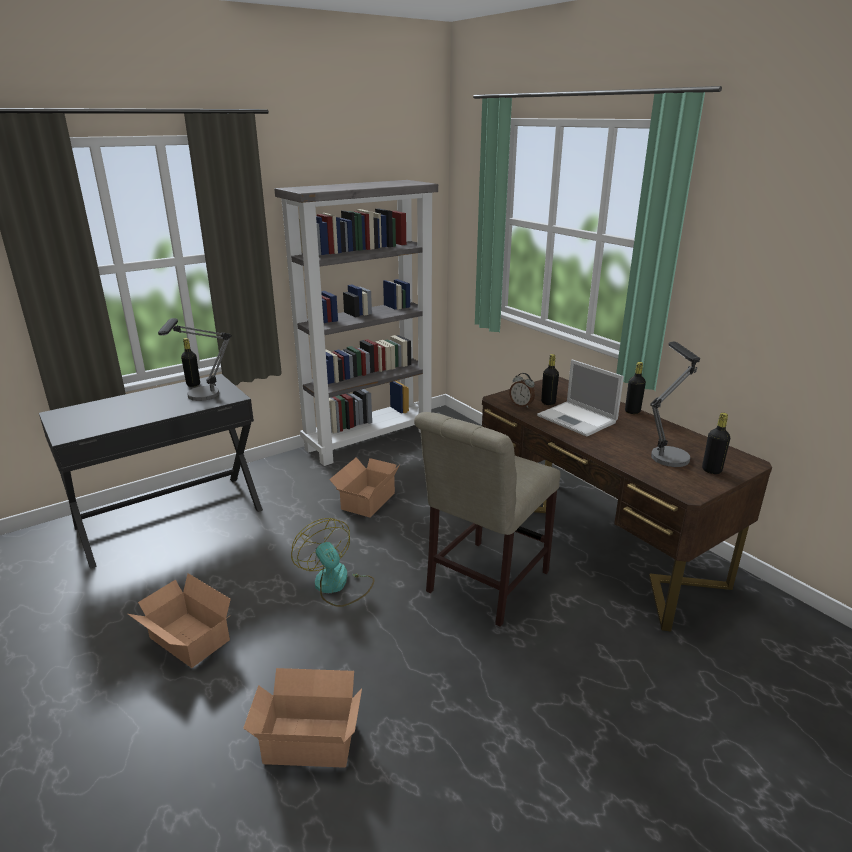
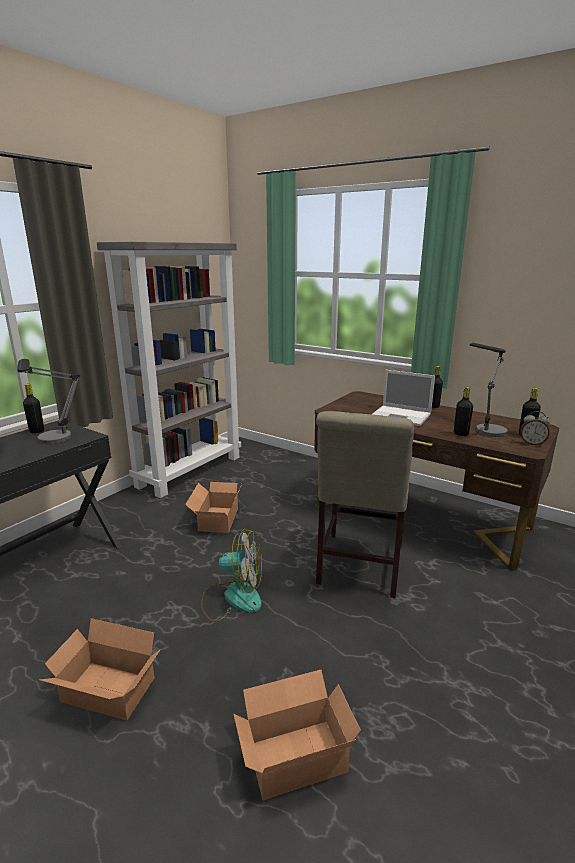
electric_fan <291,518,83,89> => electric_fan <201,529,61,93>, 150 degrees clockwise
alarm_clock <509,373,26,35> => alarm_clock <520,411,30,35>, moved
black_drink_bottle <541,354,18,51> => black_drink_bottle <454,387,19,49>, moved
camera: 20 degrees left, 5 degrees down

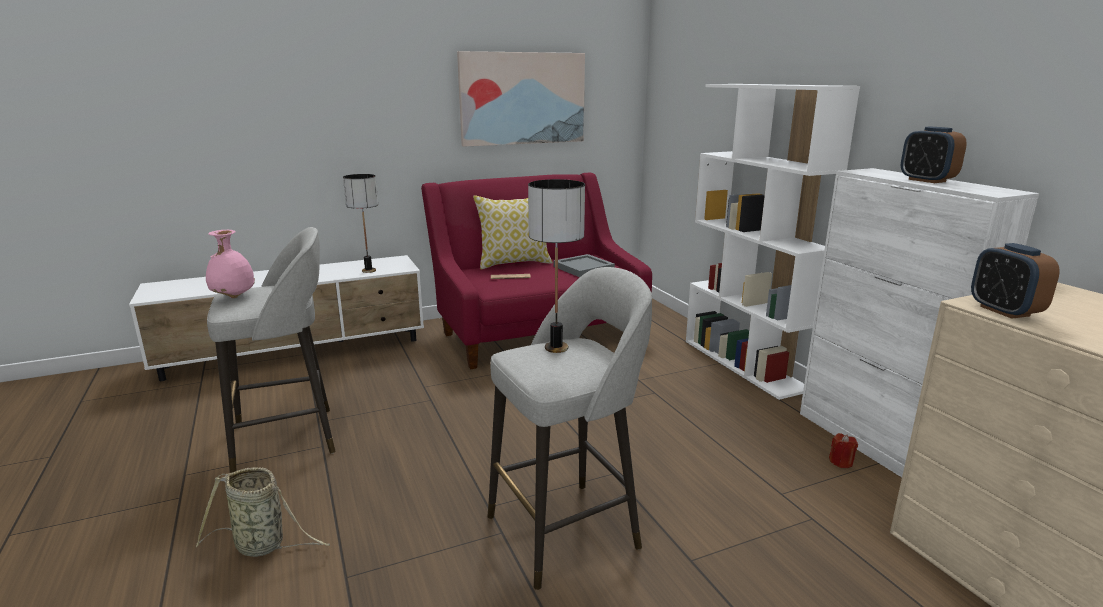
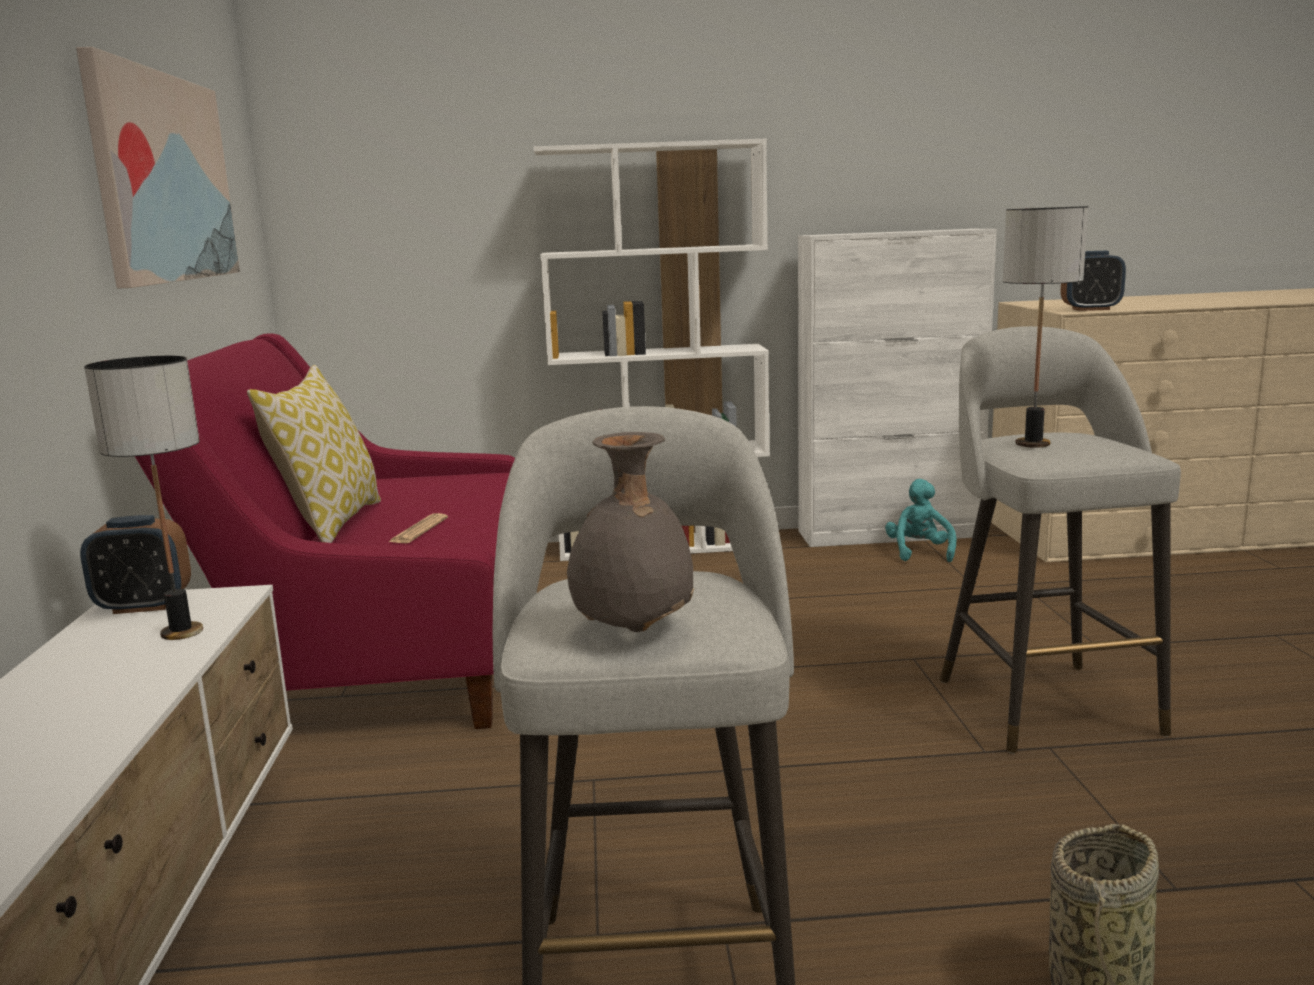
pink-coloured_decorative_vase <206,230,49,68> => grey_decorative_vase <567,432,127,200>
grey_carrying_tray <553,254,62,23> => nothing
red_candle <829,433,29,35> => turquoise_soft_toy <885,479,71,83>
alarm_clock <901,127,66,56> => alarm_clock <80,515,111,99>, moved
camera: 70 degrees left, 5 degrees down

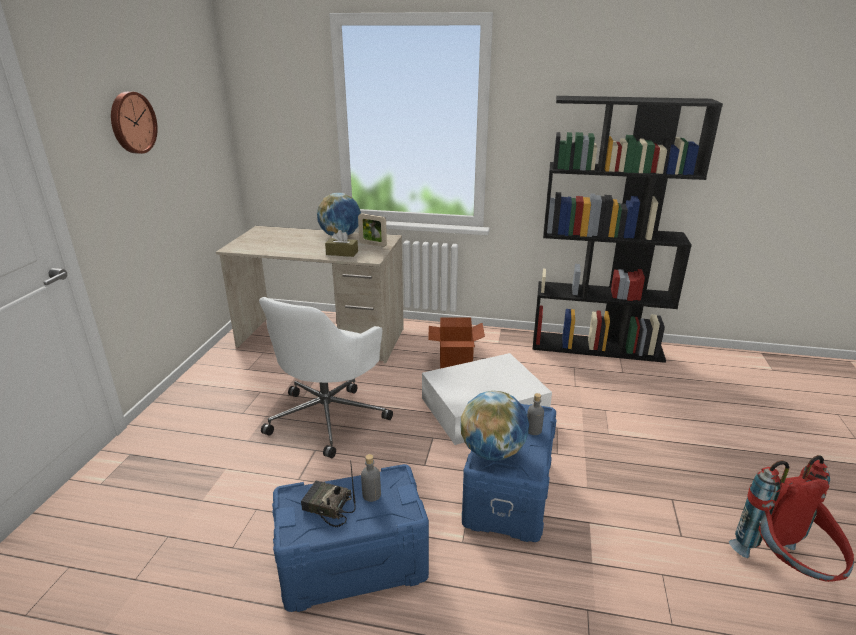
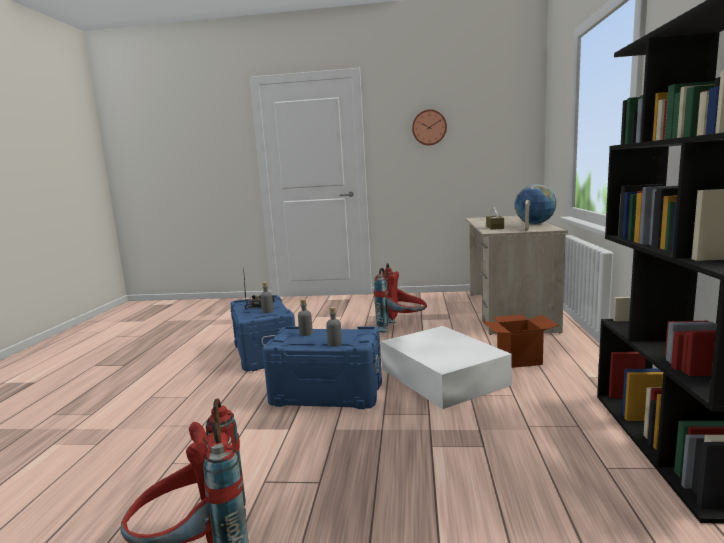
whitish_office_chair <259,297,134,161> => red_knapsack <374,263,53,70>
world_globe <461,391,68,70> => grey_drink_bottle <298,299,15,37>
camera: 85 degrees right, 15 degrees down

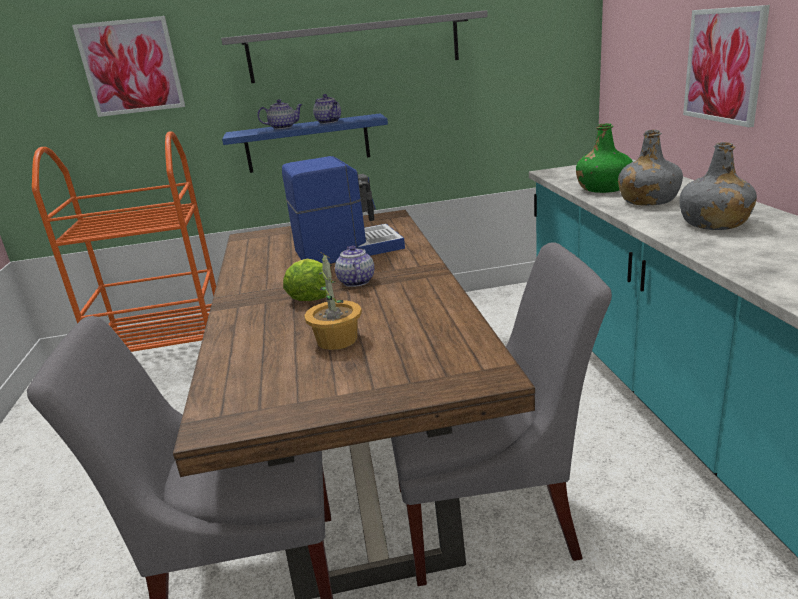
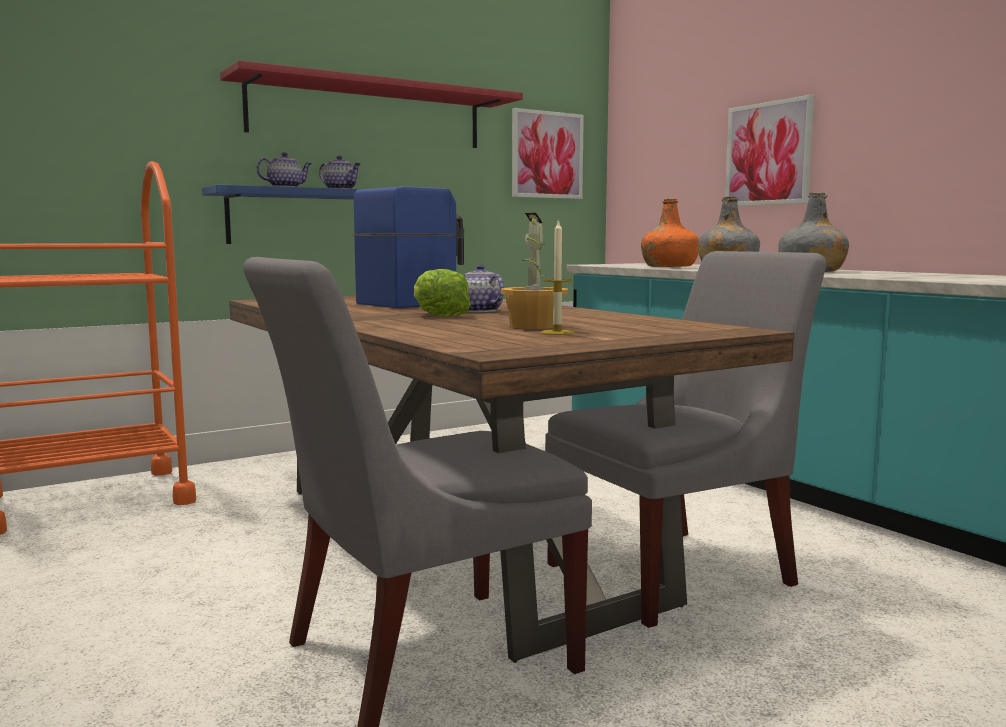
wall_art <72,16,113,101> => wall_art <512,108,72,91>, moved
grey_bracket_shelf <221,10,267,73> => red_bracket_shelf <220,60,303,88>
greenish_drink_bottle <576,123,57,70> => orange-coloured_drink_bottle <641,199,58,68>
nothing => candle <540,219,34,116>
camera: 25 degrees left, 15 degrees down

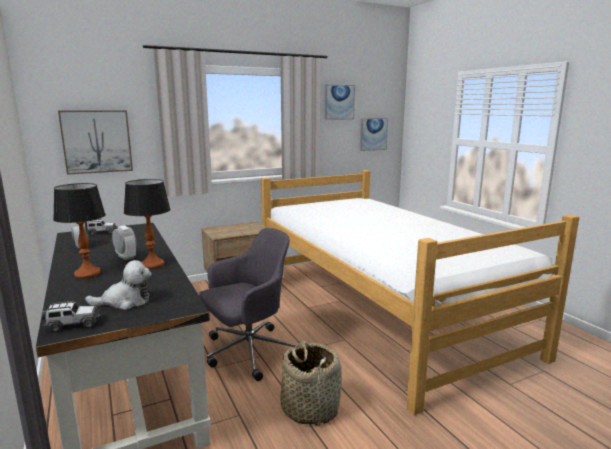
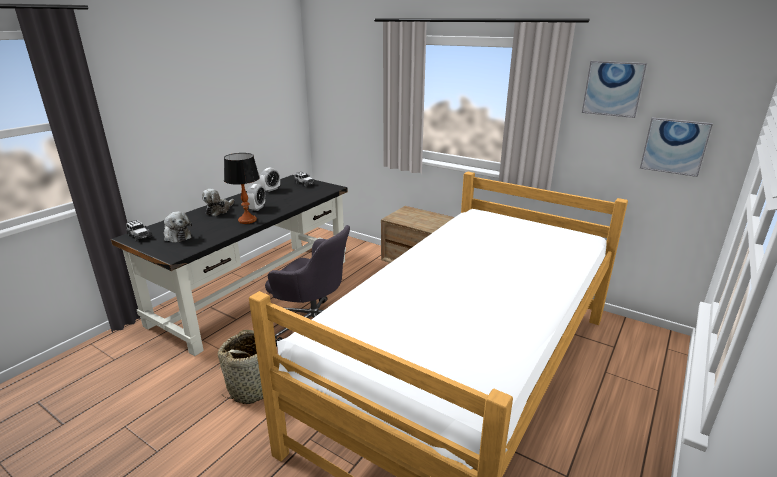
lamp_for_a_table <53,183,53,95> => soft_toy <202,189,32,27>
wall_art <58,110,75,65> => nothing
camera: 60 degrees right, 10 degrees up

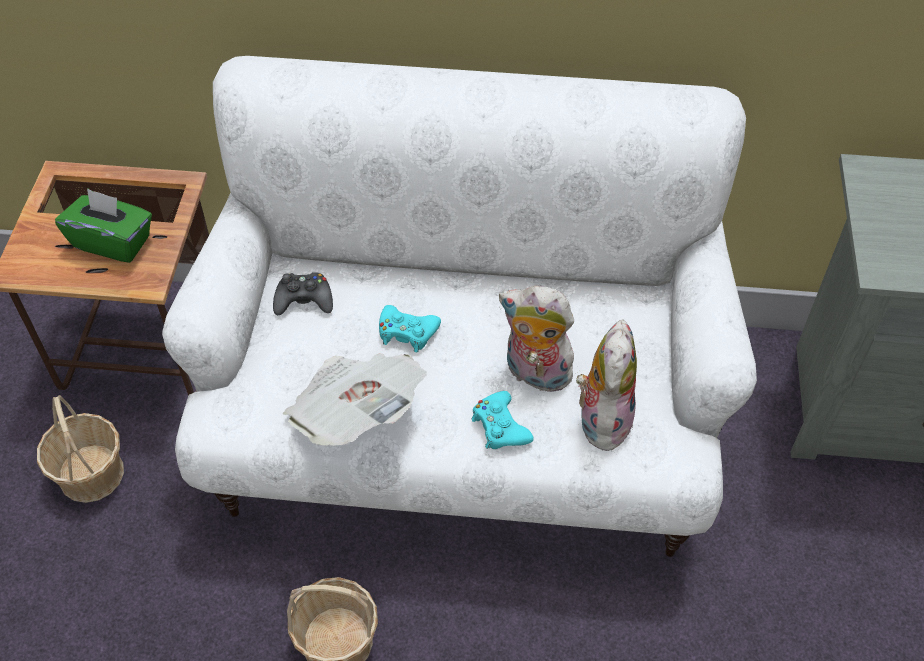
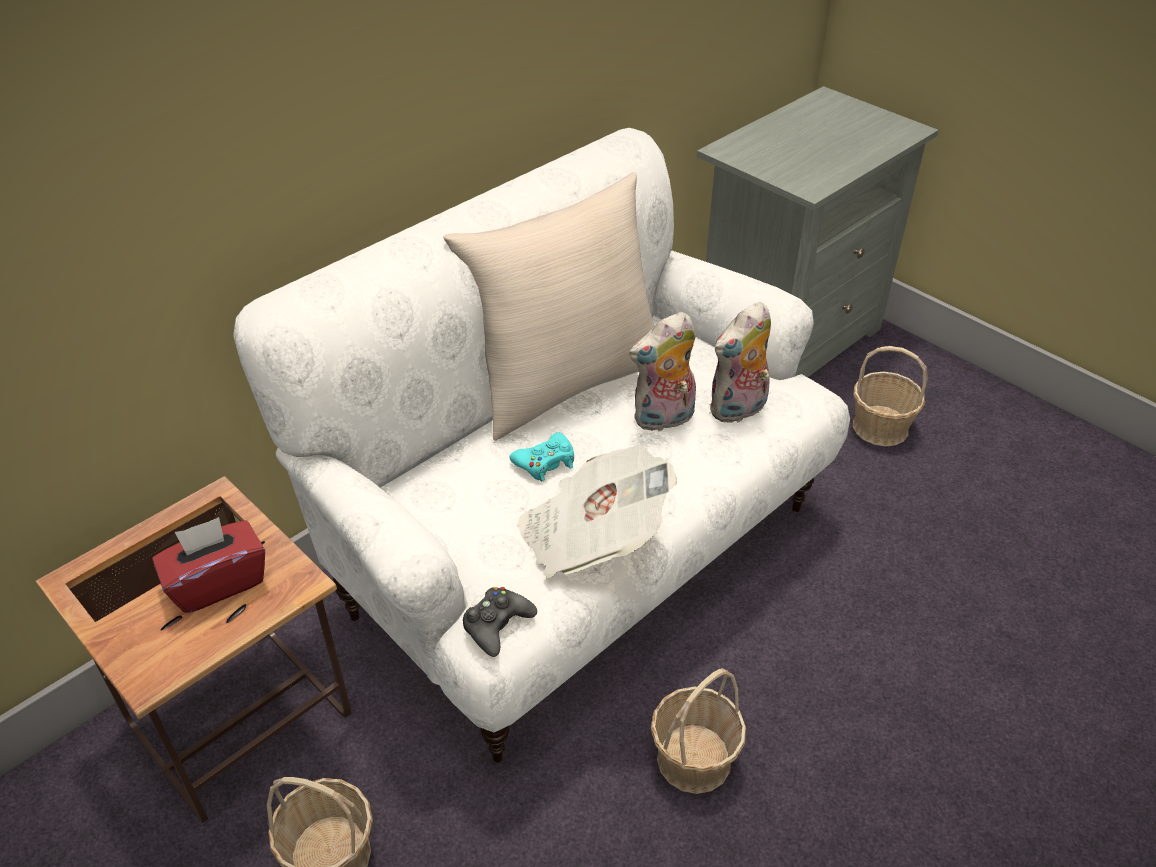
greenish_box_of_tissues <55,188,97,75> => red_box_of_tissues <152,517,113,96>
black_joypad <273,272,60,43> => black_joypad <463,587,74,70>, moved
turquoise_joypad <471,391,63,58> => nothing
soft_toy <576,319,61,132> => soft_toy <710,302,61,121>, 90 degrees counterclockwise
nothing => beige-coloured_pillow <443,172,211,269>
nothing => basket <853,346,75,100>
camera: 50 degrees left, 10 degrees down

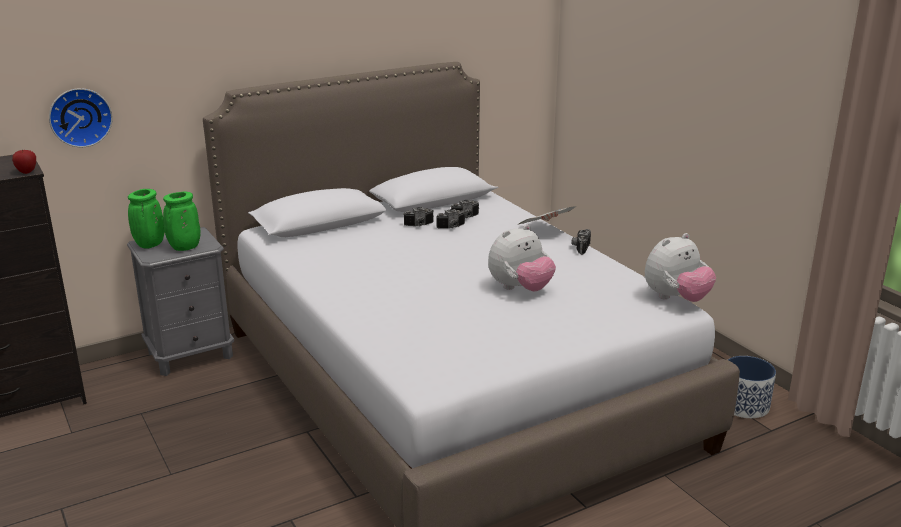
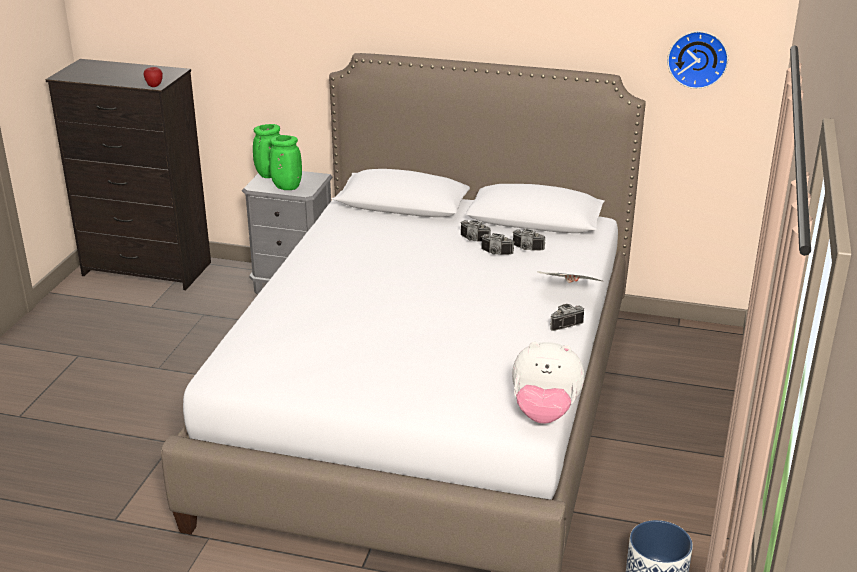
clock_on_the_wall <49,88,64,59> => clock_on_the_wall <667,31,61,58>, moved
soft_toy <488,224,68,67> => nothing
camera: 45 degrees right, 5 degrees up

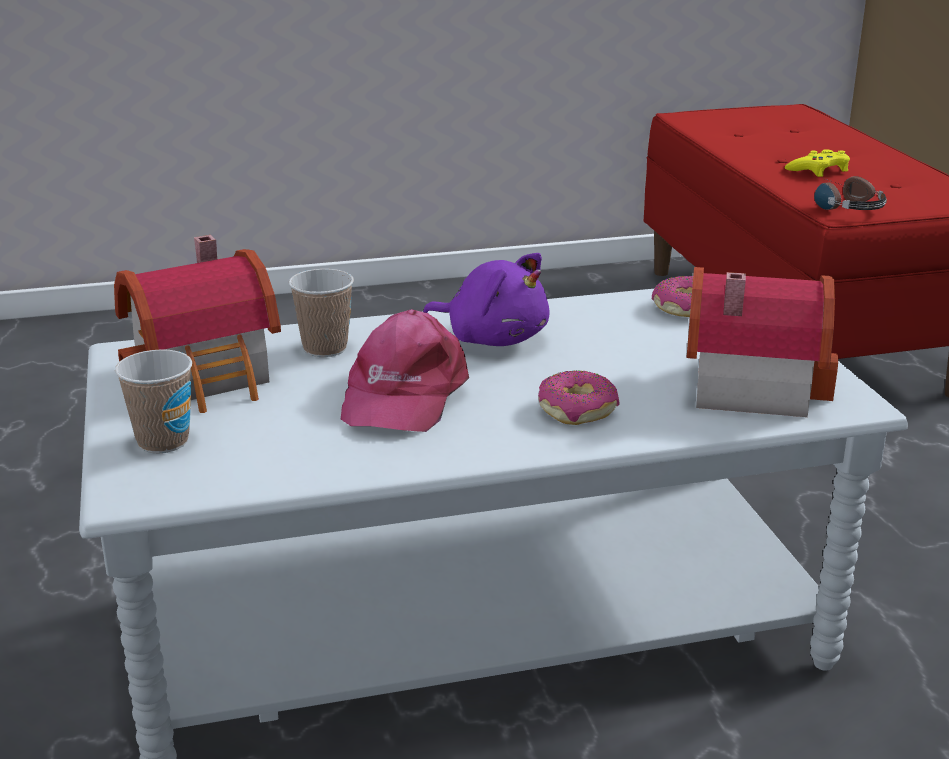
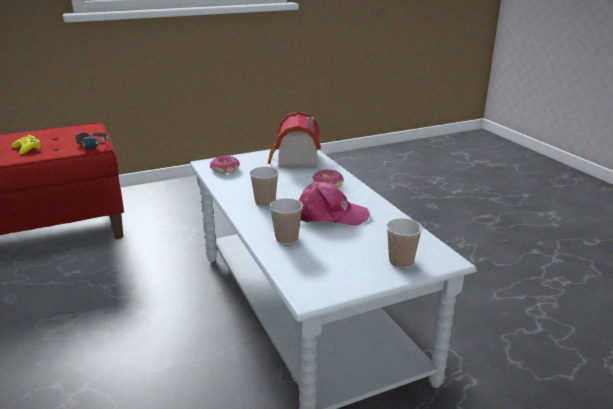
miniature_house <114,235,167,178> => nothing
purple-coloured_soft_toy <423,253,127,93> => drinking_cup <250,167,29,40>
camera: 100 degrees left, 0 degrees up

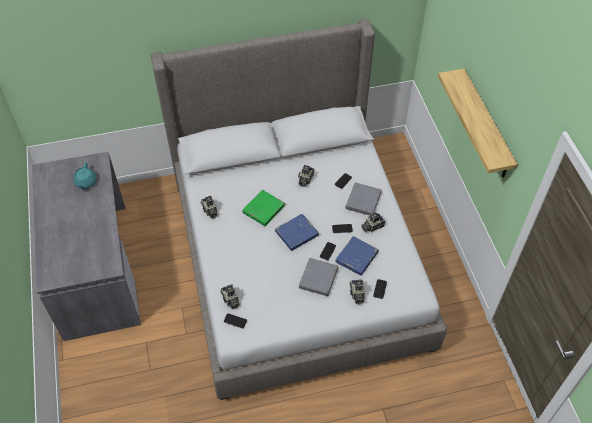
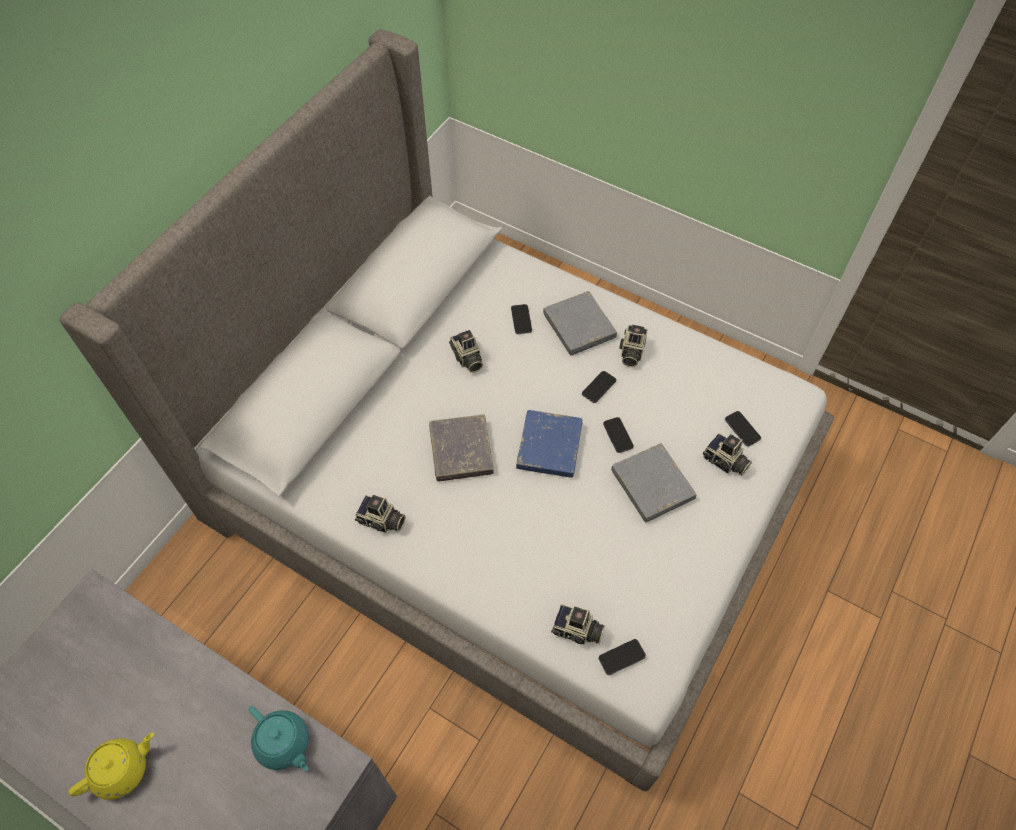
turquoise_tea_pot <73,162,24,28> => turquoise_tea_pot <249,706,60,65>, moved
greenish_volume <243,190,42,36> => grey_volume <429,414,65,67>
blue_volume <336,236,43,40> => nothing
bracket_shelf <438,69,80,109> => nothing
nothing => yellow_tea_pot <69,733,85,67>
camera: 45 degrees left, 5 degrees up

